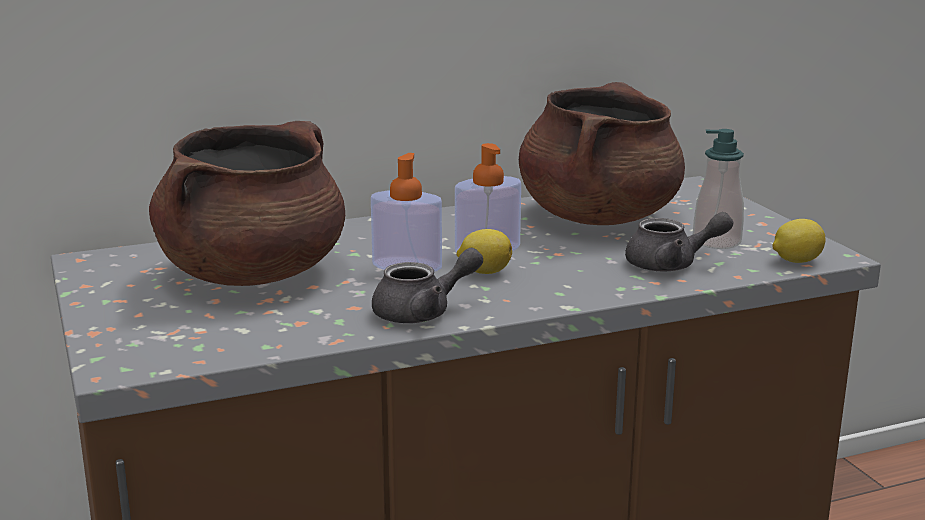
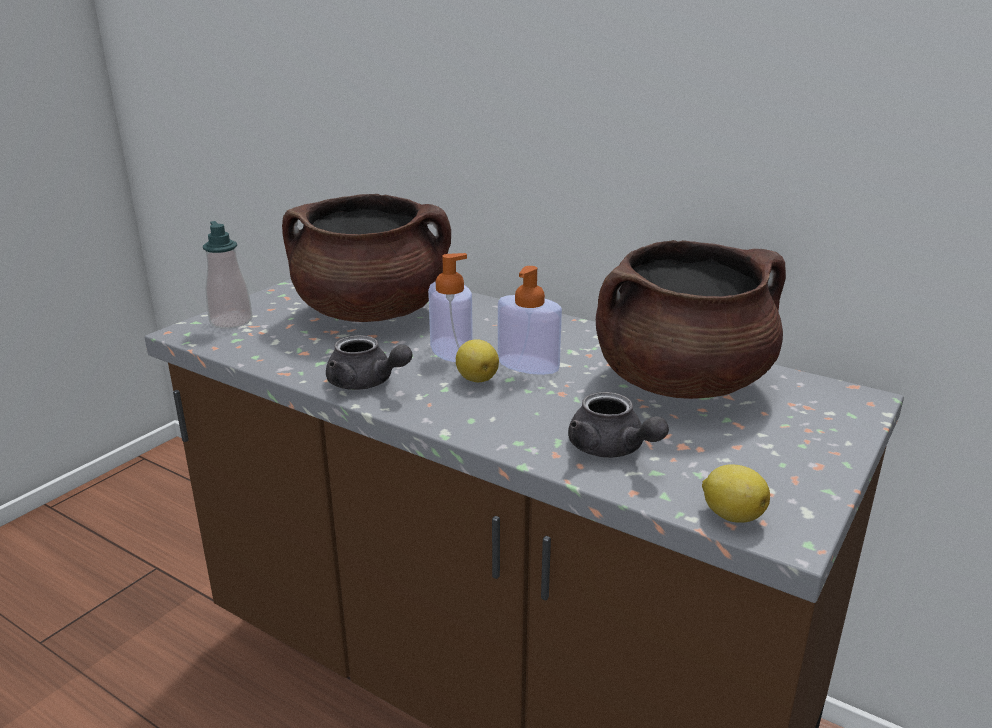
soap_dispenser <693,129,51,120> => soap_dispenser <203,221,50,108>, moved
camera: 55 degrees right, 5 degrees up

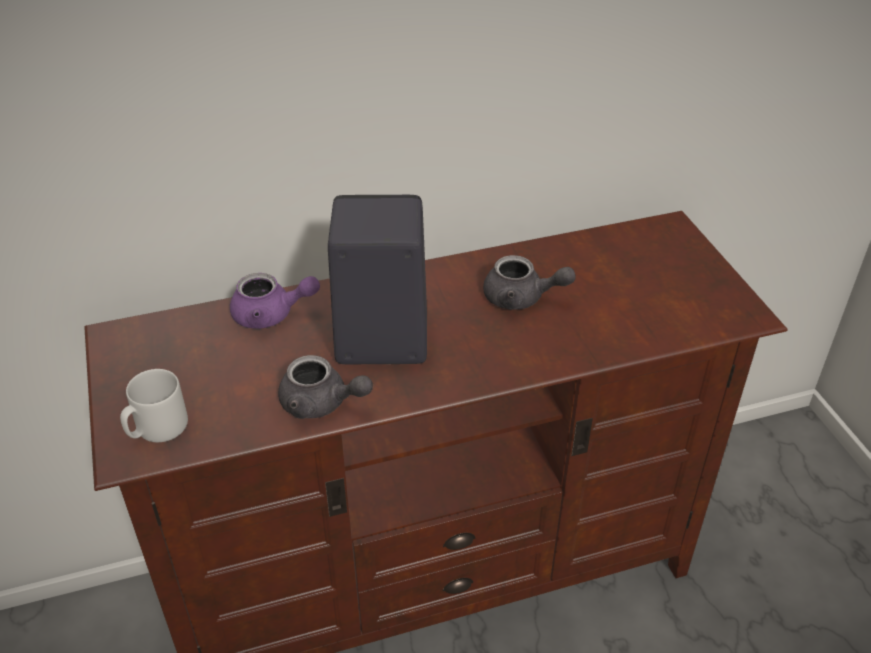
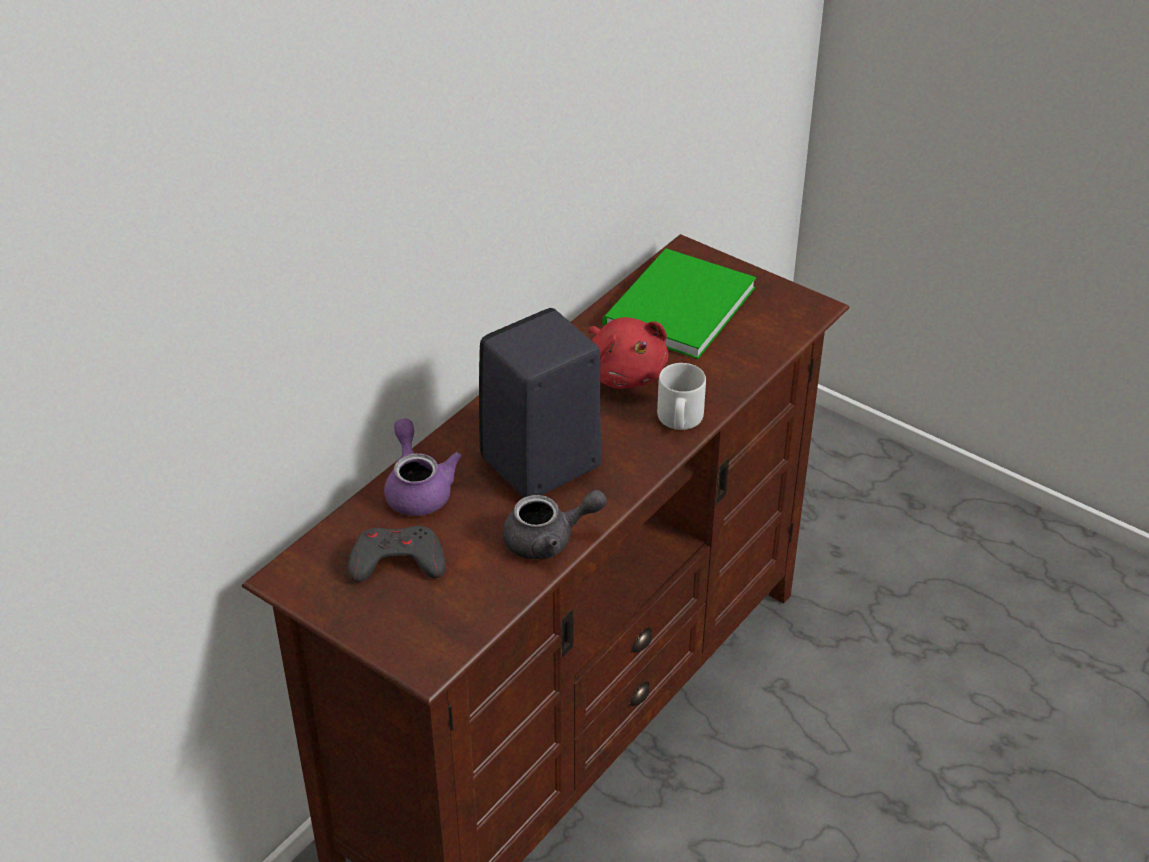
grey_mug <120,369,68,73> => grey_mug <657,363,49,67>, moved
purple-coloured_tea_pot <230,273,90,56> => purple-coloured_tea_pot <384,419,78,97>, 75 degrees counterclockwise
grey_tea_pot <483,255,93,55> => red_soft_toy <589,317,79,72>
nothing => grey_joypad <348,526,98,56>
nothing => greenish_volume <603,249,153,110>
camera: 35 degrees left, 0 degrees up

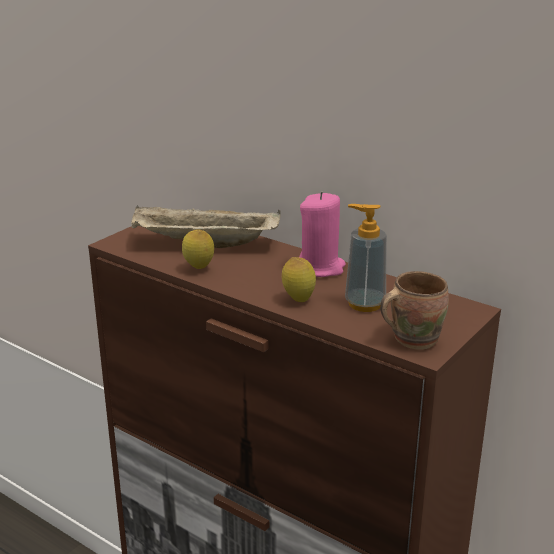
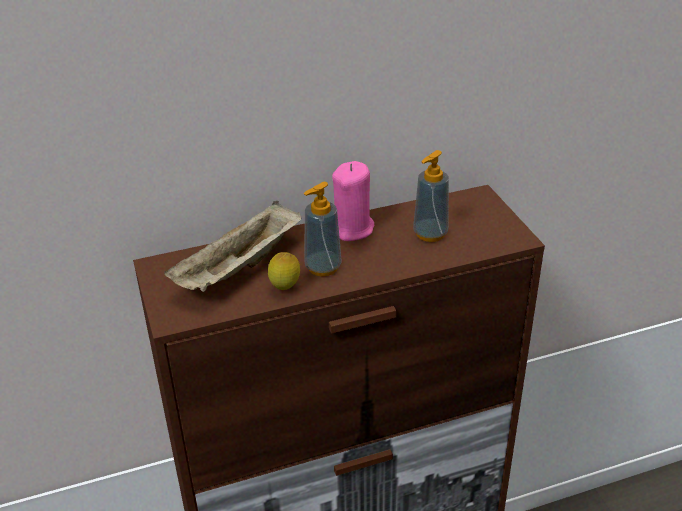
whole_lemon <282,257,34,45> => nothing
brown_mug <380,271,69,79> => nothing
nothing => soap_dispenser <304,182,38,94>
camera: 55 degrees left, 10 degrees up

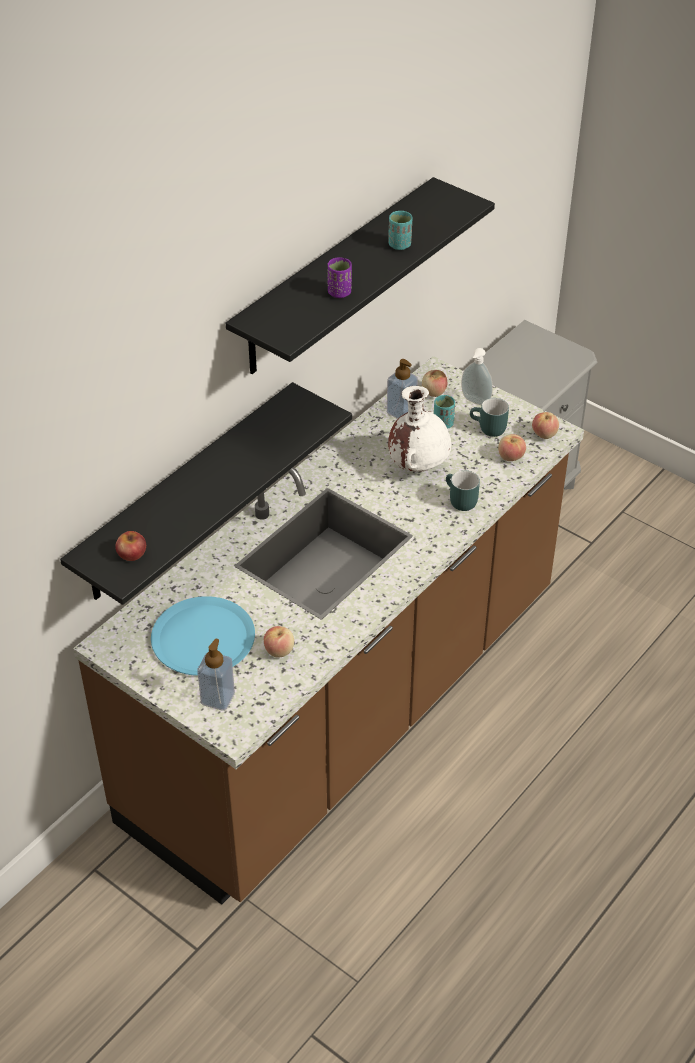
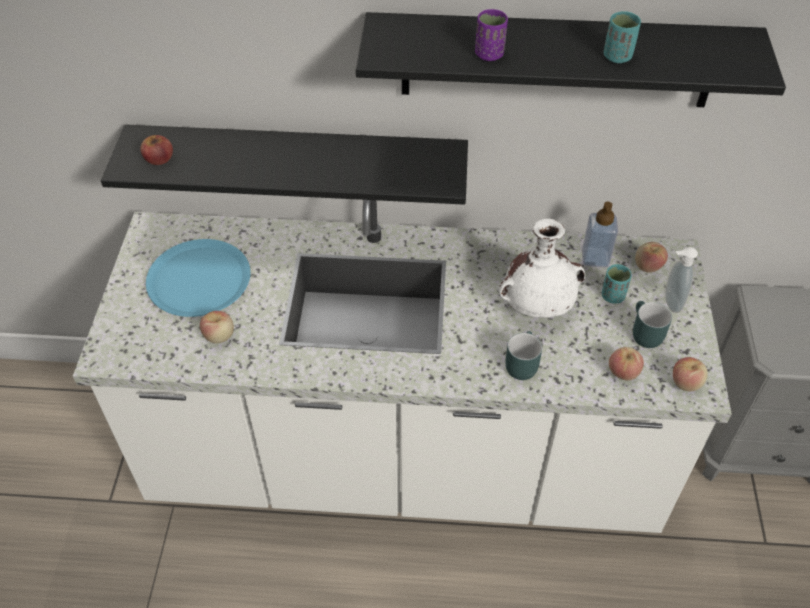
brown_kitchen_base_unit <73,356,511,549> => whitish_kitchen_base_unit <73,200,659,333>
soap_dispenser <197,639,38,72> => nothing
camera: 55 degrees right, 5 degrees up

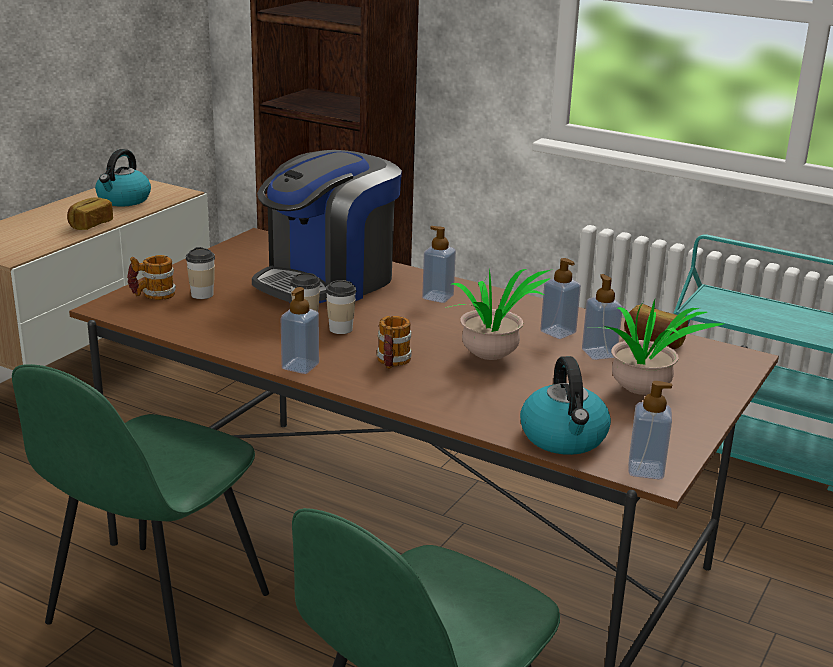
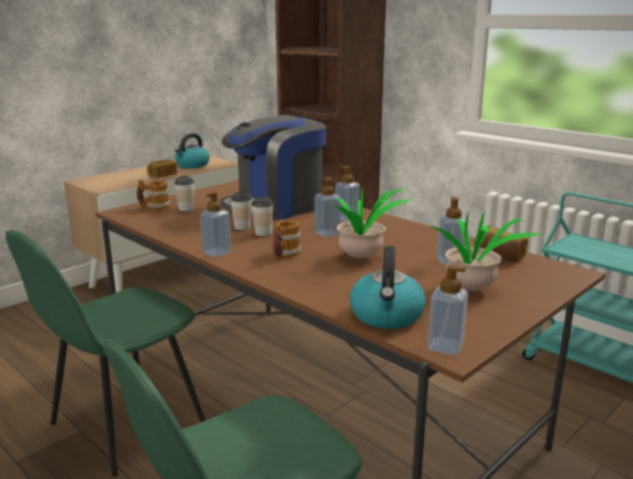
soap_dispenser <540,258,41,81> => soap_dispenser <315,177,26,60>, moved
camera: 15 degrees right, 5 degrees down

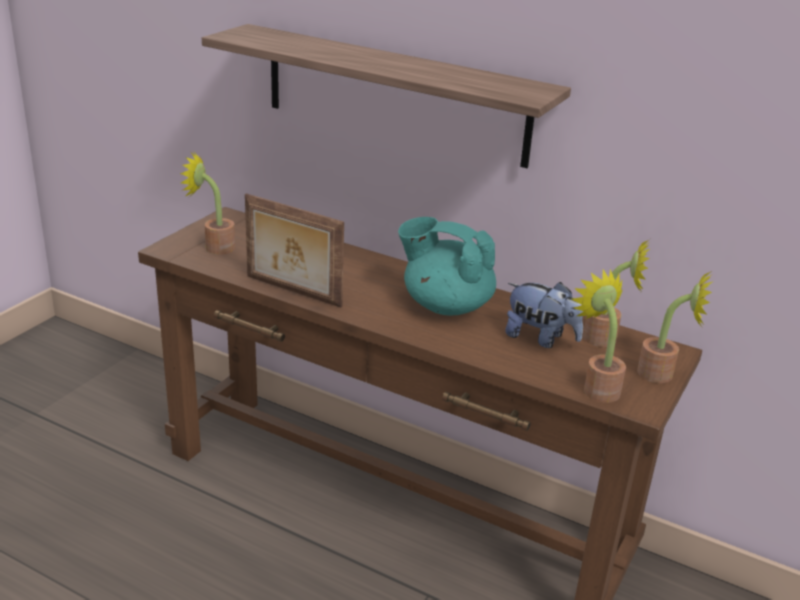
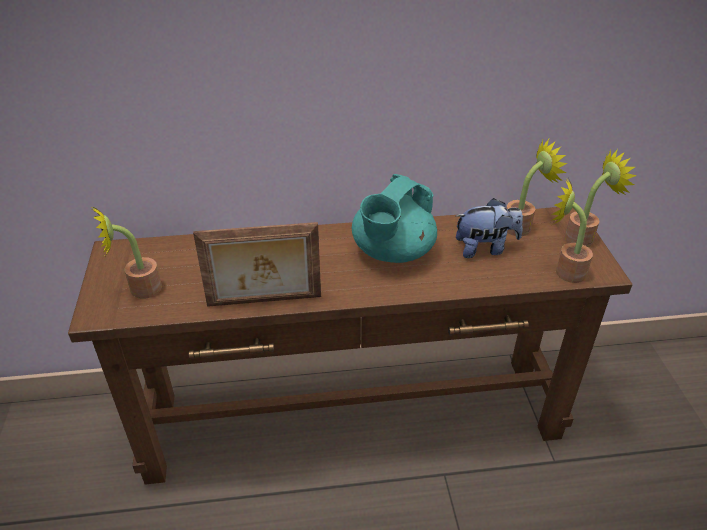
bracket_shelf <202,24,369,144> => nothing
turquoise_tea_pot <398,217,98,98> => turquoise_tea_pot <352,174,85,89>, 45 degrees counterclockwise
camera: 35 degrees left, 10 degrees up

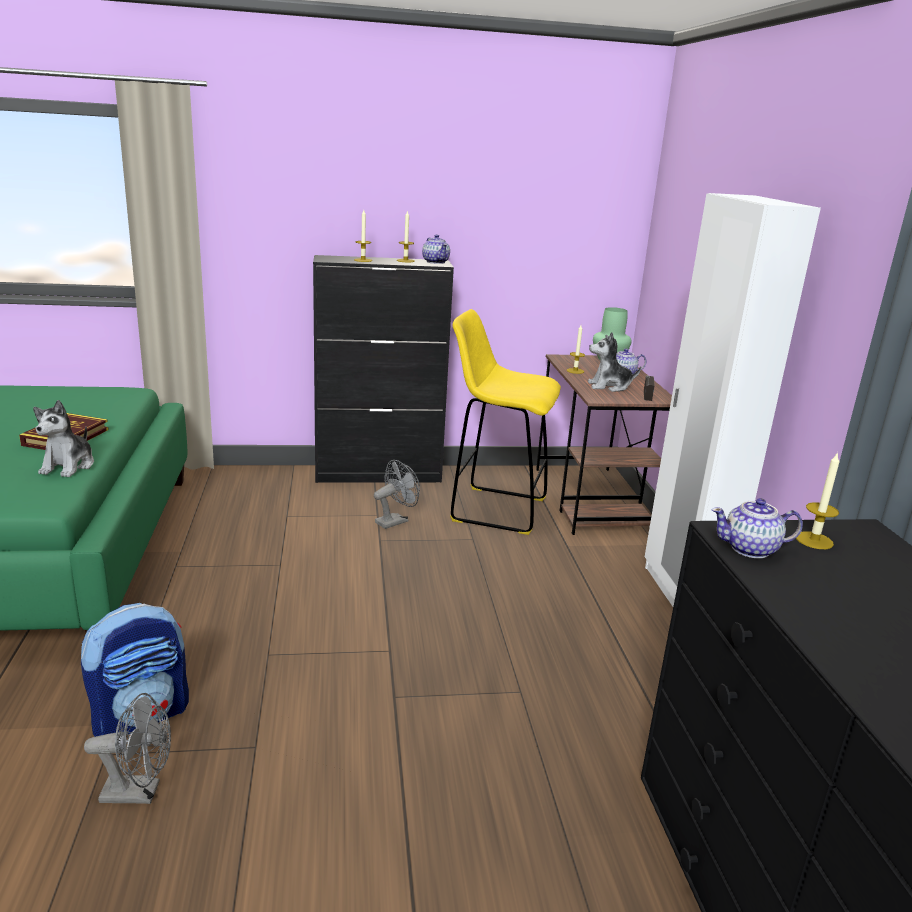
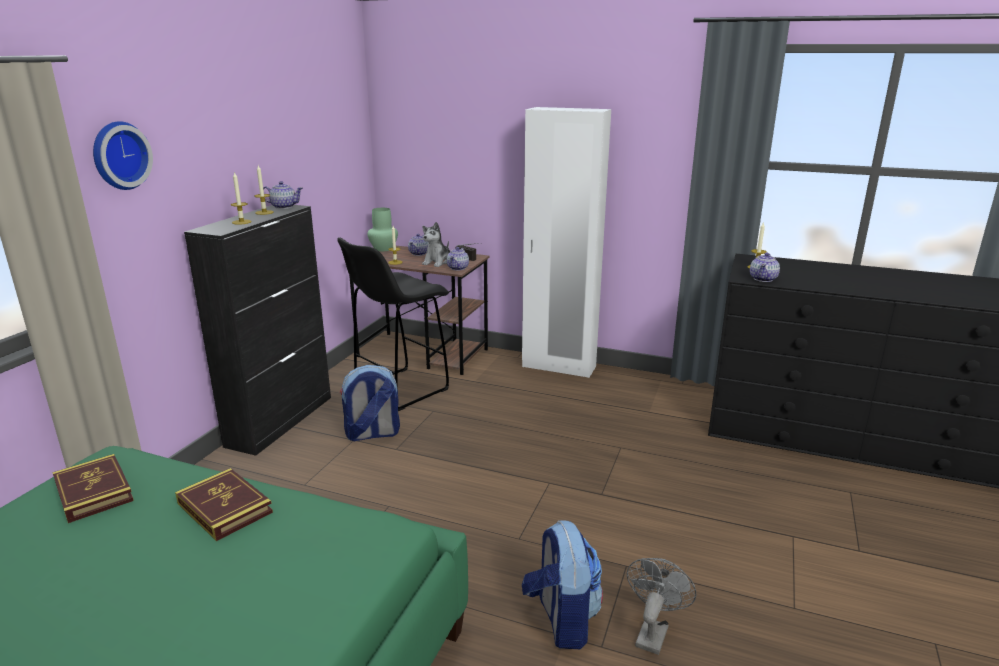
soft_toy <33,400,61,77> => nothing
grey_electric_fan <374,460,46,69> => knapsack <340,365,60,76>
yellow_sitting_stool <450,309,111,226> => black_sitting_stool <338,237,111,174>
nothing => volume <52,454,82,69>
nothing => clock_on_the_wall <93,121,60,69>
nothing => tea_pot <447,247,22,24>
camera: 60 degrees left, 0 degrees up

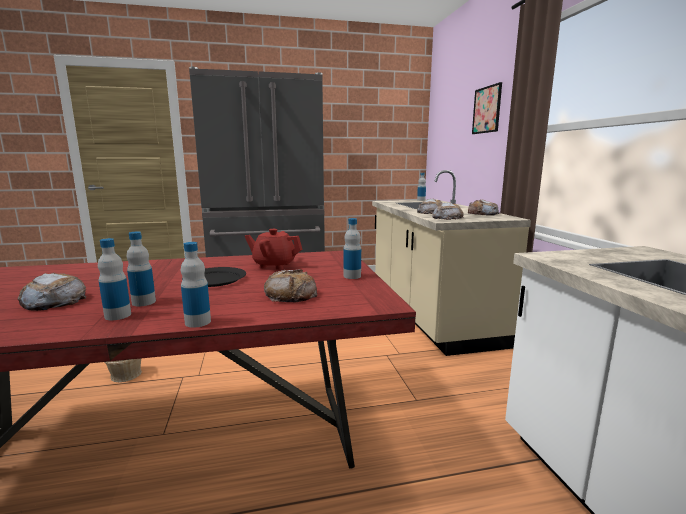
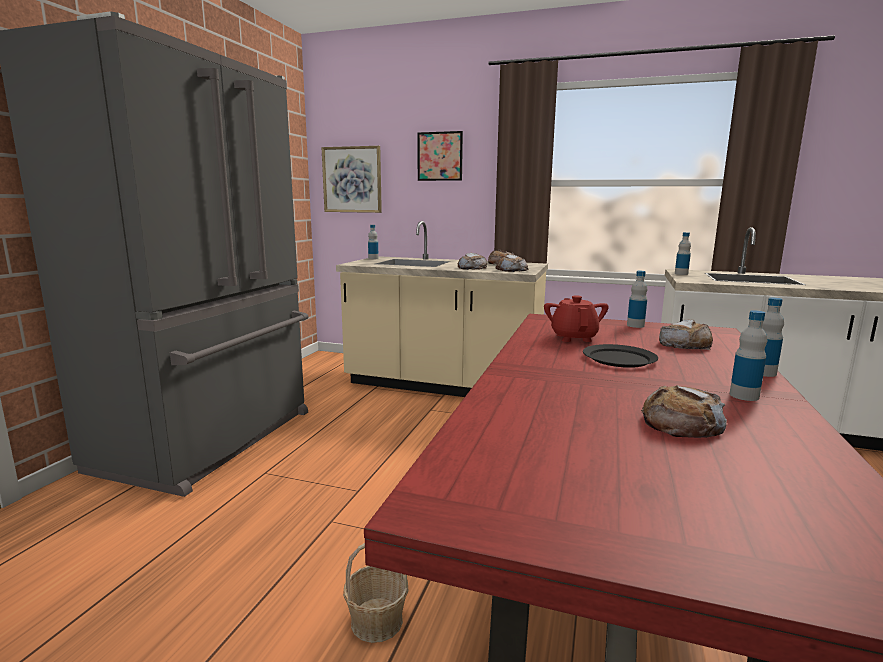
drink_bottle <126,232,30,74> => drink_bottle <675,232,16,43>, moved
red_tea_pot <245,229,57,41> => red_tea_pot <544,296,65,46>, 135 degrees clockwise
nothing => wall_art <322,146,60,67>
camera: 60 degrees left, 0 degrees up

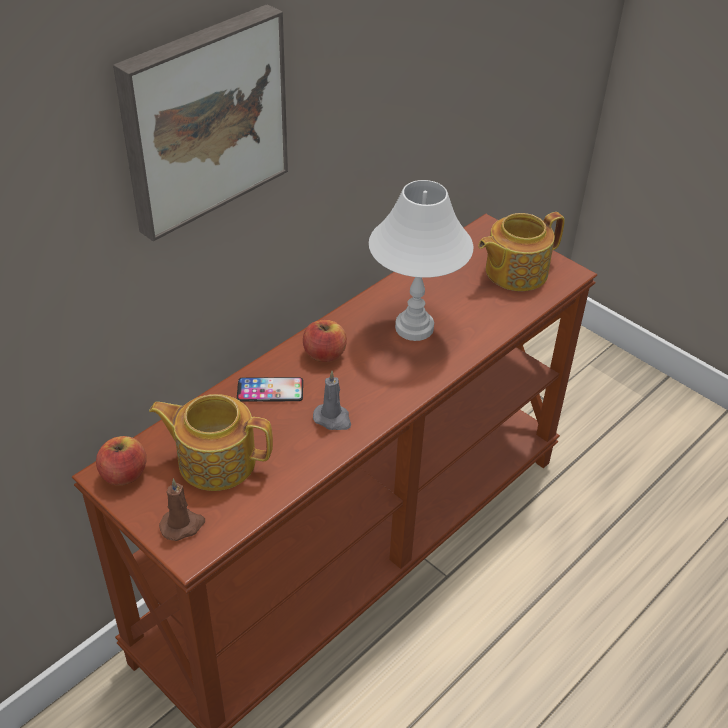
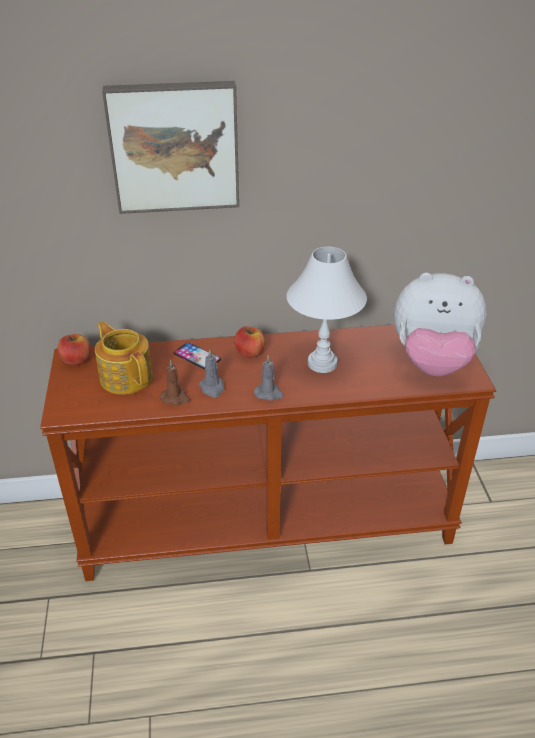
brown_candle <159,478,46,63> => brown_candle <160,359,30,46>, moved
tea_pot <478,212,87,79> => soft_toy <394,273,93,103>
nothing => grey_candle <254,355,30,46>
camera: 40 degrees right, 5 degrees down

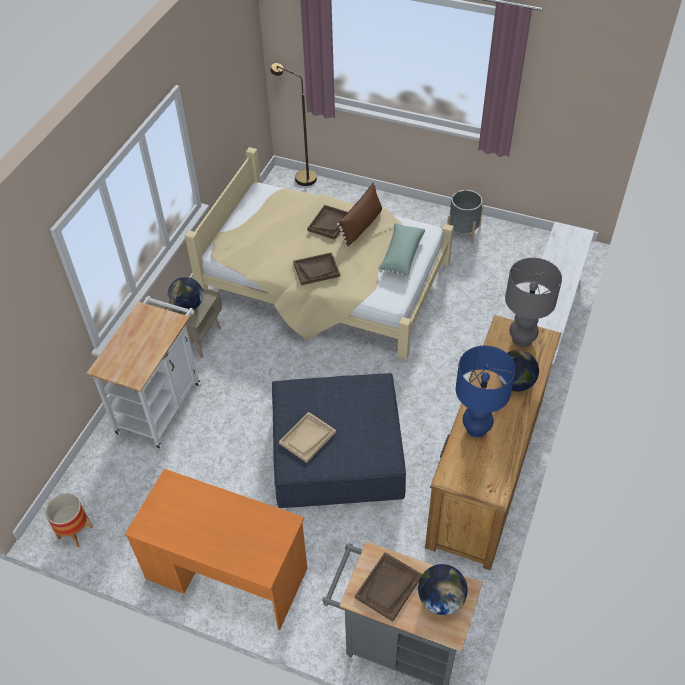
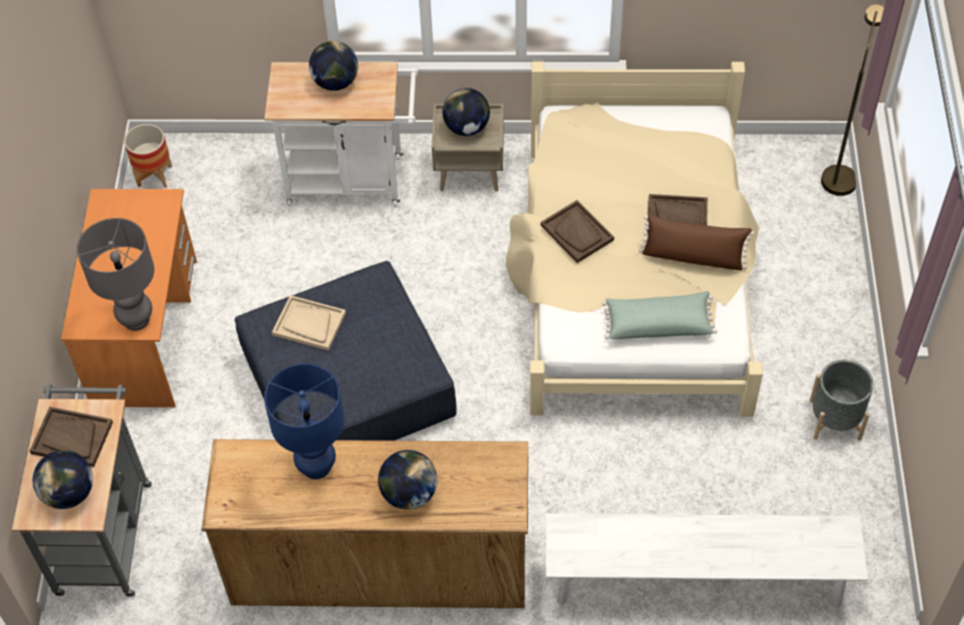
grey_lamp_for_a_table <505,258,57,89> => grey_lamp_for_a_table <77,218,77,113>, moved
nothing => world_globe <309,41,49,50>
camera: 70 degrees right, 5 degrees up

